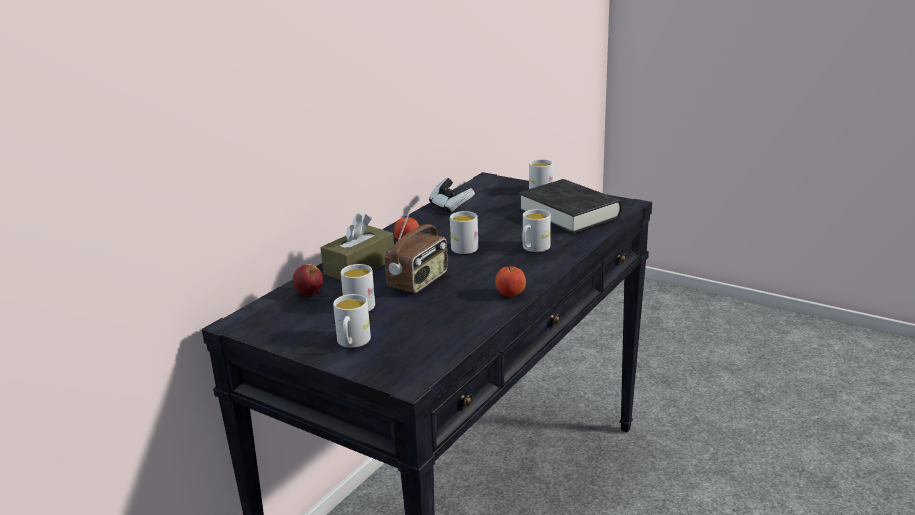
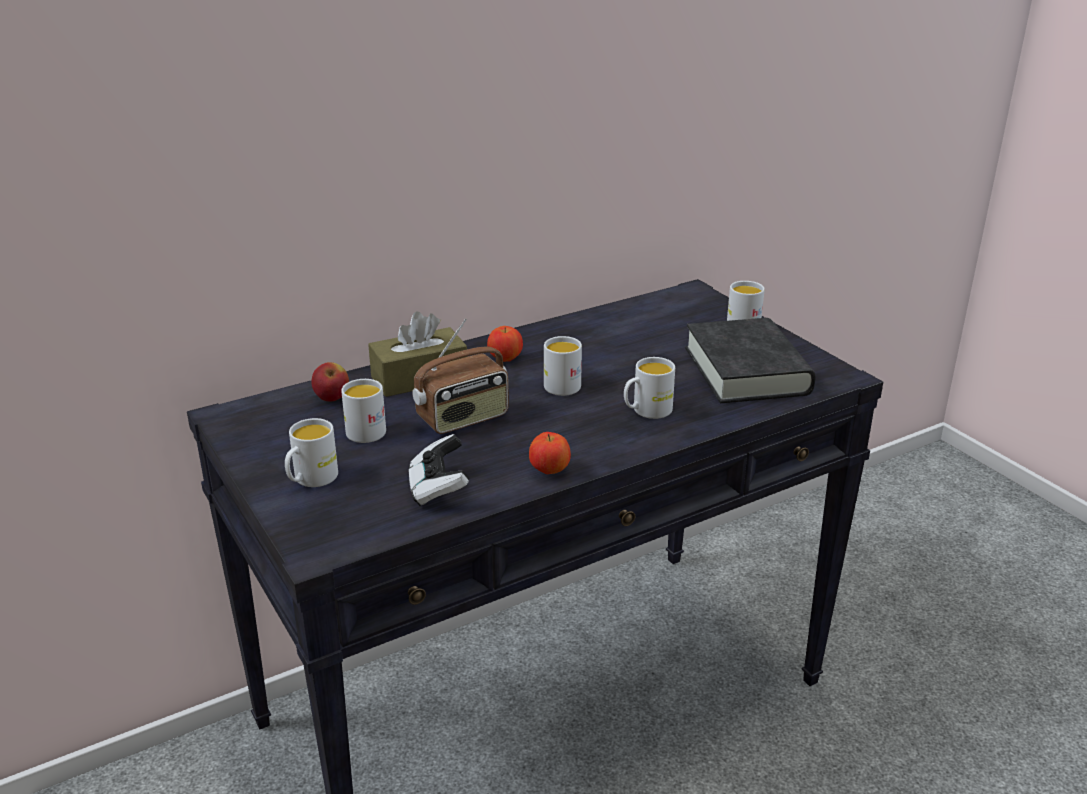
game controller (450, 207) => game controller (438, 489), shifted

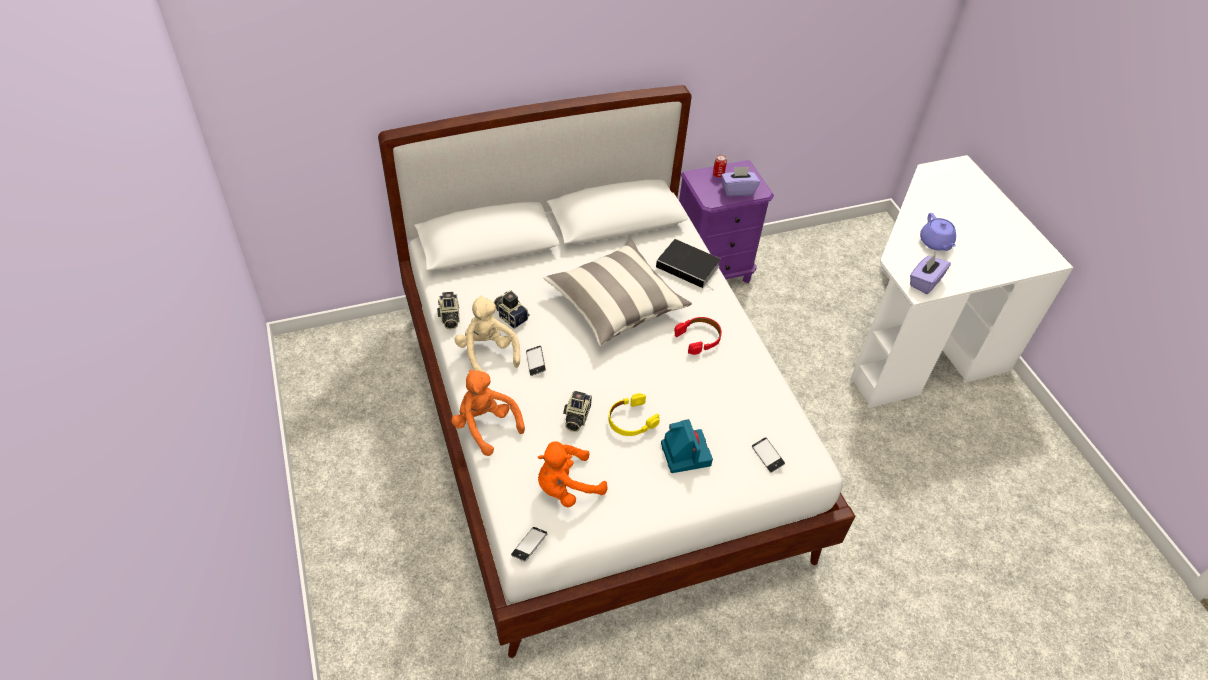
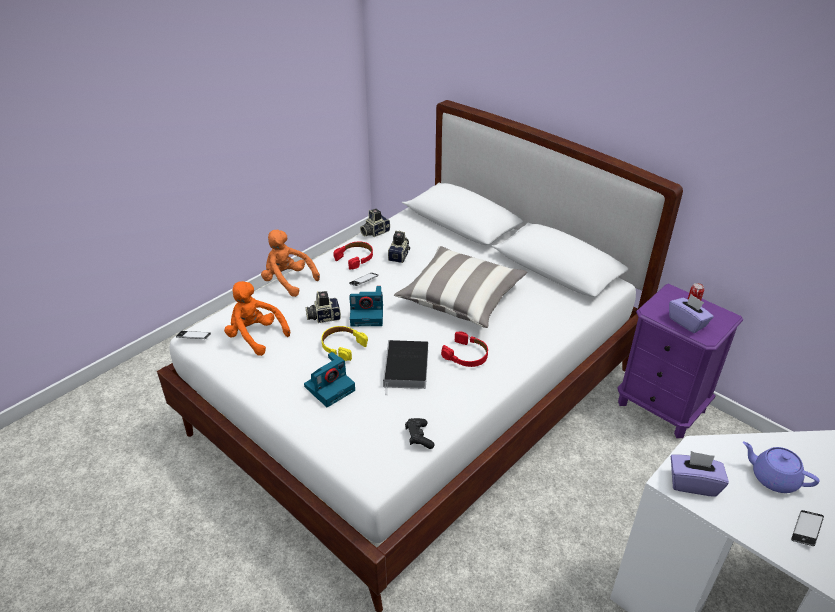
teapot/purple (935, 243) => teapot/purple (773, 478), 75 degrees clockwise
book (689, 267) => book (406, 369), shifted
plush toy/beige (487, 353) => headphones/red (355, 258)
plush toy/orange (485, 426) => plush toy/orange (288, 281), 75 degrees counterclockwise
phone (767, 456) => phone (806, 530), shifted
nothing => photo camera (368, 314)
nothing => game controller/black (419, 437)

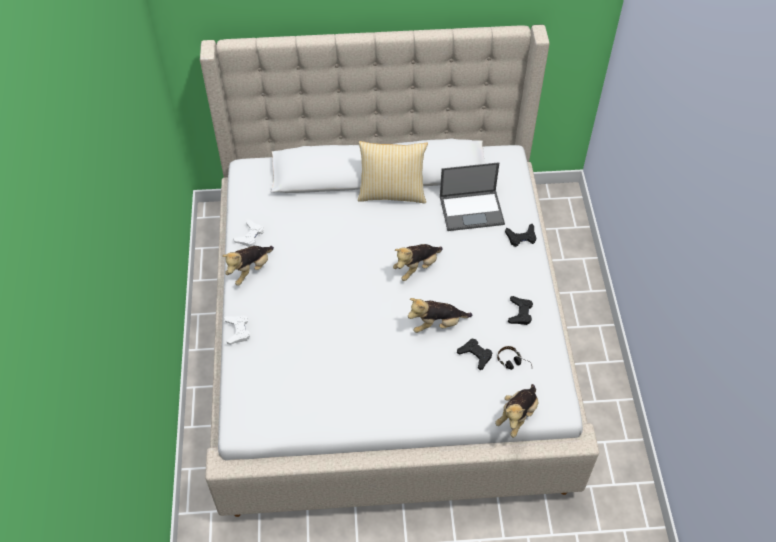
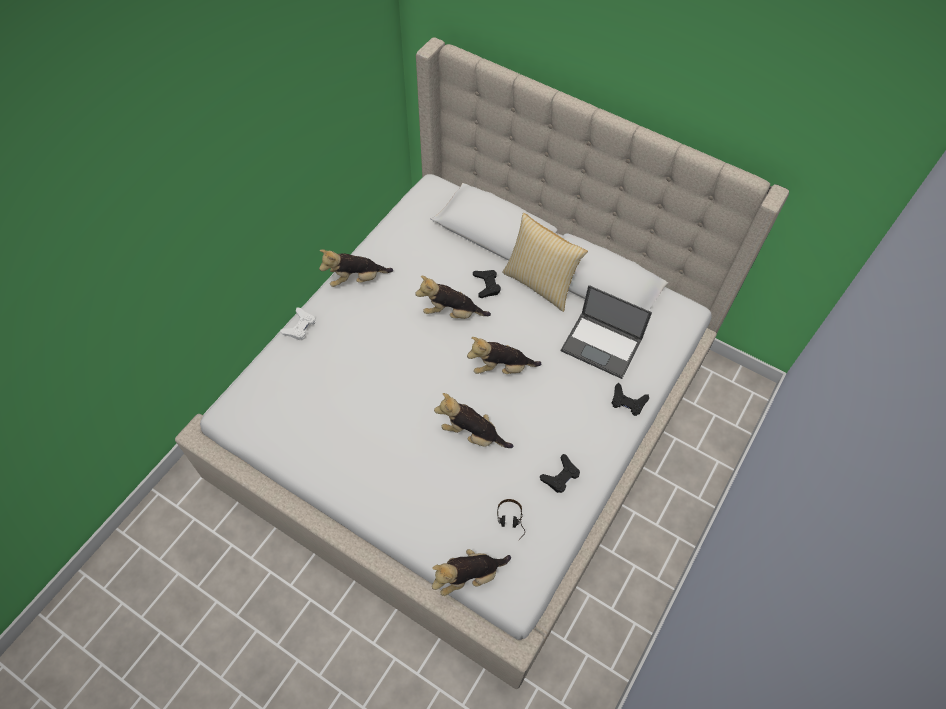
game controller/white (250, 236) => nothing
game controller/black (475, 355) => game controller/black (487, 285), shifted
nothing => plush toy (451, 313)

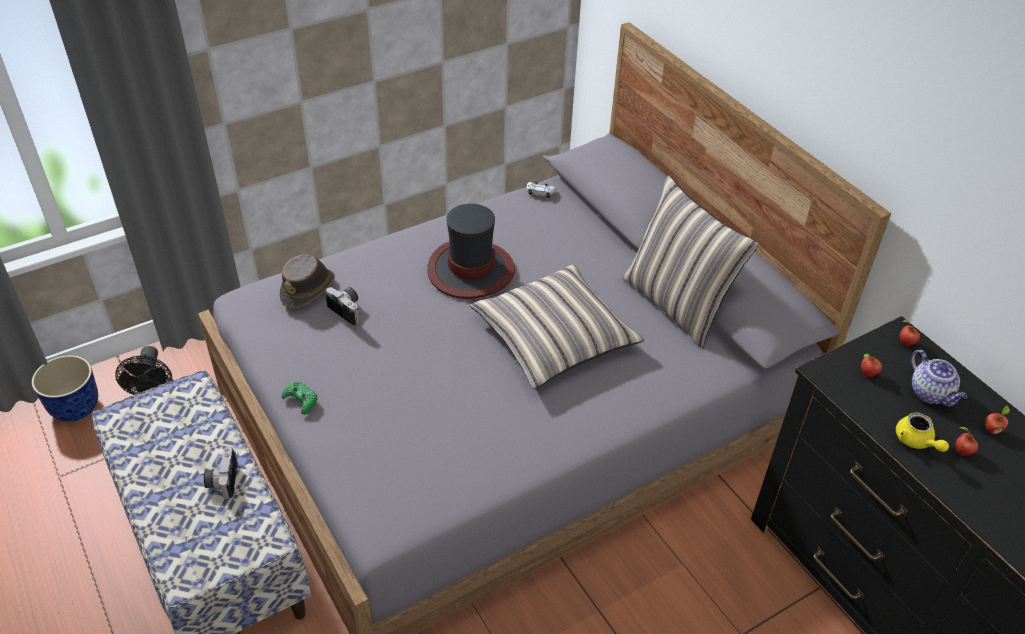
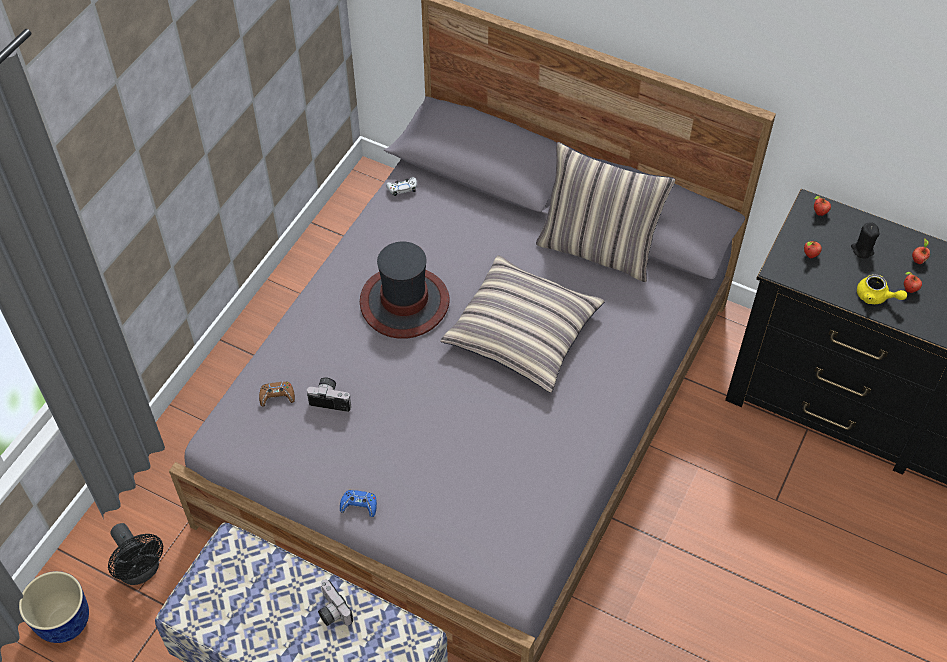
hat/brown (308, 289) => game controller/brown (277, 396)
teapot (931, 394) => candle/black (862, 250)
game controller/green (301, 400) => game controller/blue (359, 505)

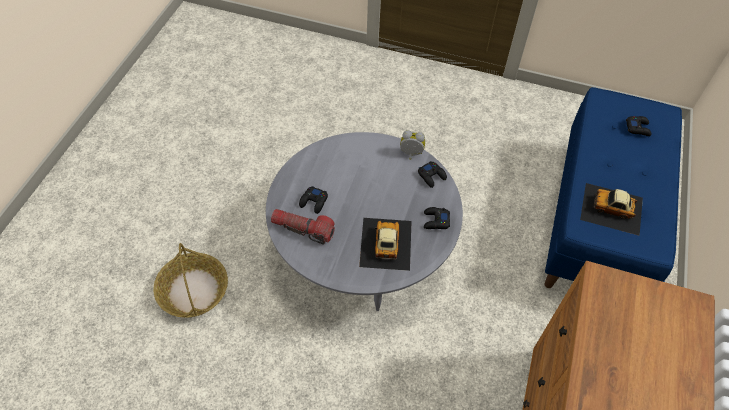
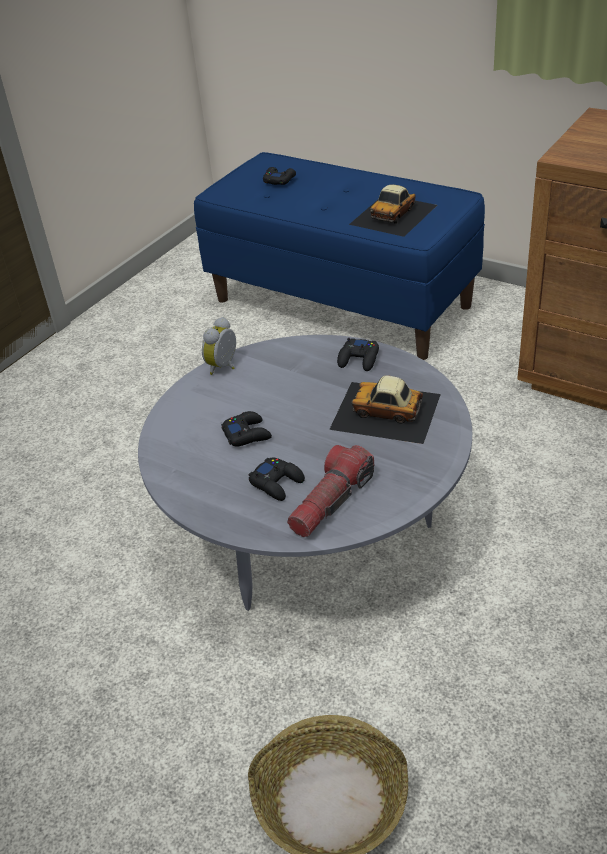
game controller/black (432, 176) => game controller/black (247, 434), shifted

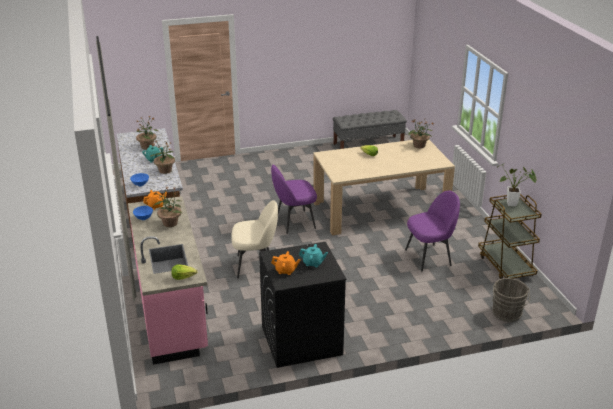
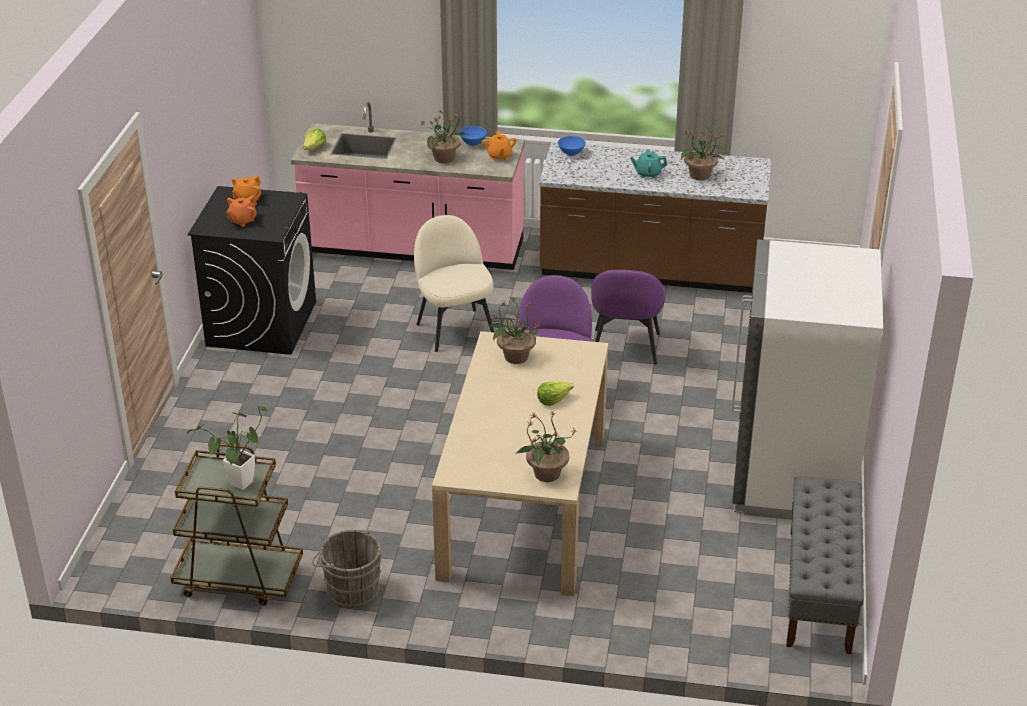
potted plant (165, 171) => potted plant (515, 357), shifted
chair/purple (429, 257) => chair/purple (625, 348), shifted
chair/beige (255, 266) => chair/beige (455, 329), 135 degrees clockwise
teapot/turquoise (313, 263) => teapot/orange (242, 221)
bucket/grey (507, 314) => bucket/grey (350, 590), shifted
nothing => fridge/white (792, 476)

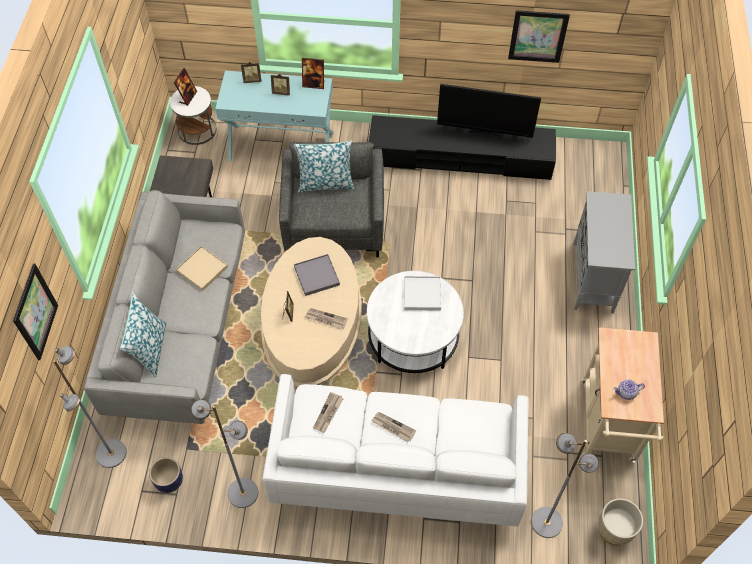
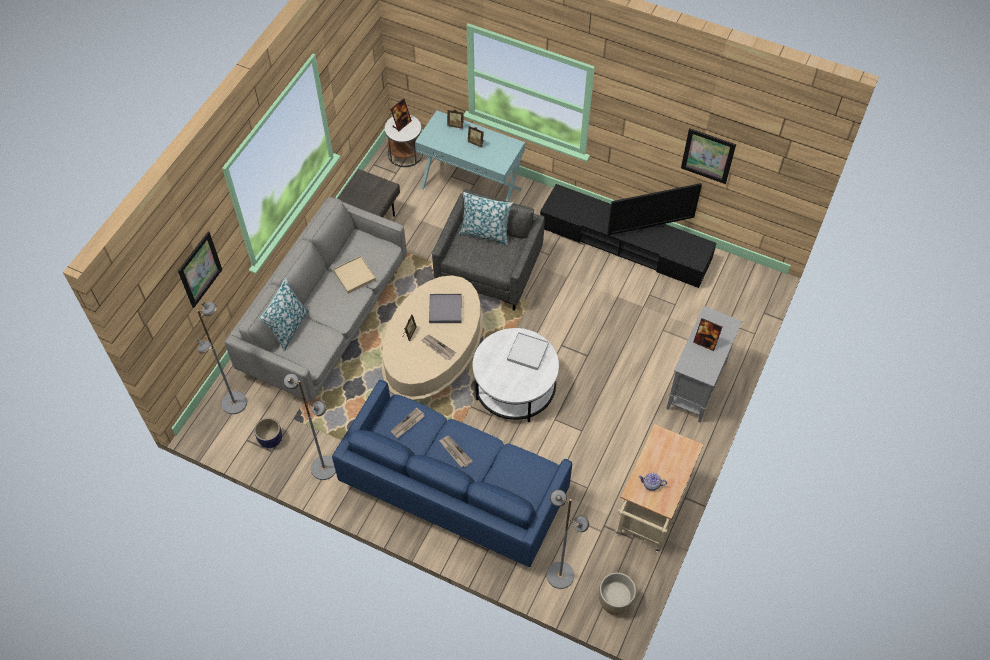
picture frame (313, 84) => picture frame (705, 342), shifted
television (484, 132) => television (649, 227), 45 degrees counterclockwise
sofa/white (396, 468) => sofa/blue (454, 490)

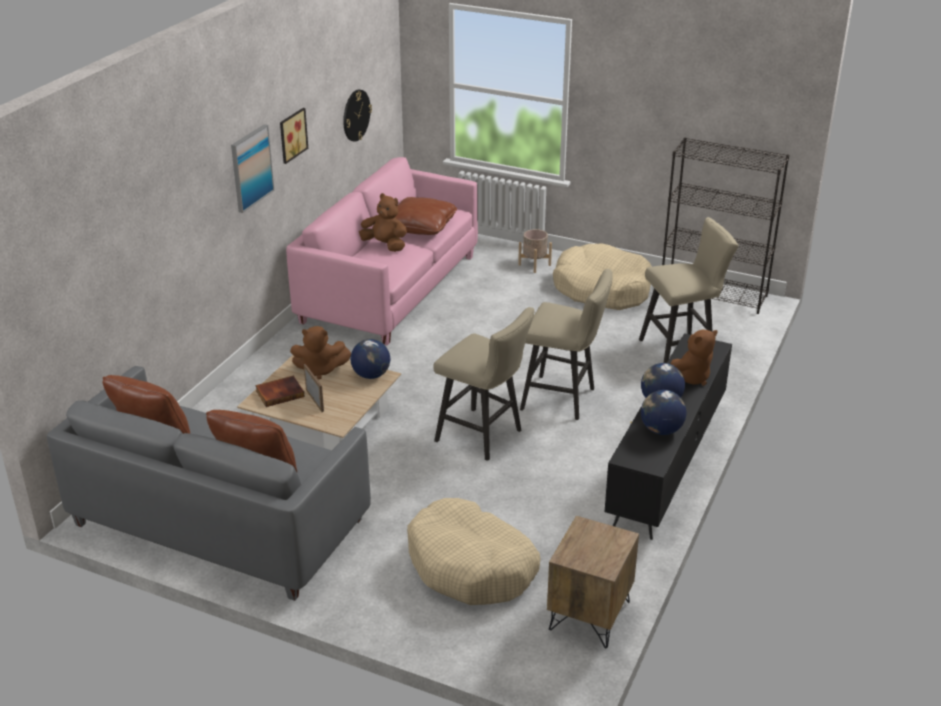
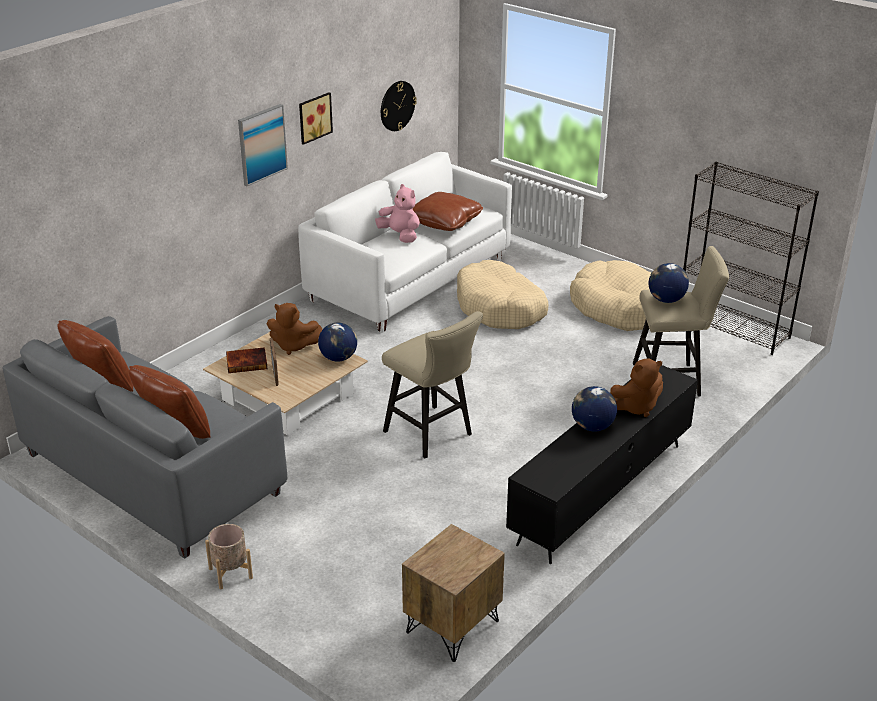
sofa/pink (390, 288) => sofa/white (410, 279)
plush toy/brown (384, 245) => plush toy/pink (400, 235)
planter/beige (534, 265) => planter/beige (230, 573), shifted
stool/beige (563, 399) => nothing
globe (661, 430) => globe (666, 300), shifted
dog bed/beige (471, 566) => dog bed/beige (500, 308), shifted

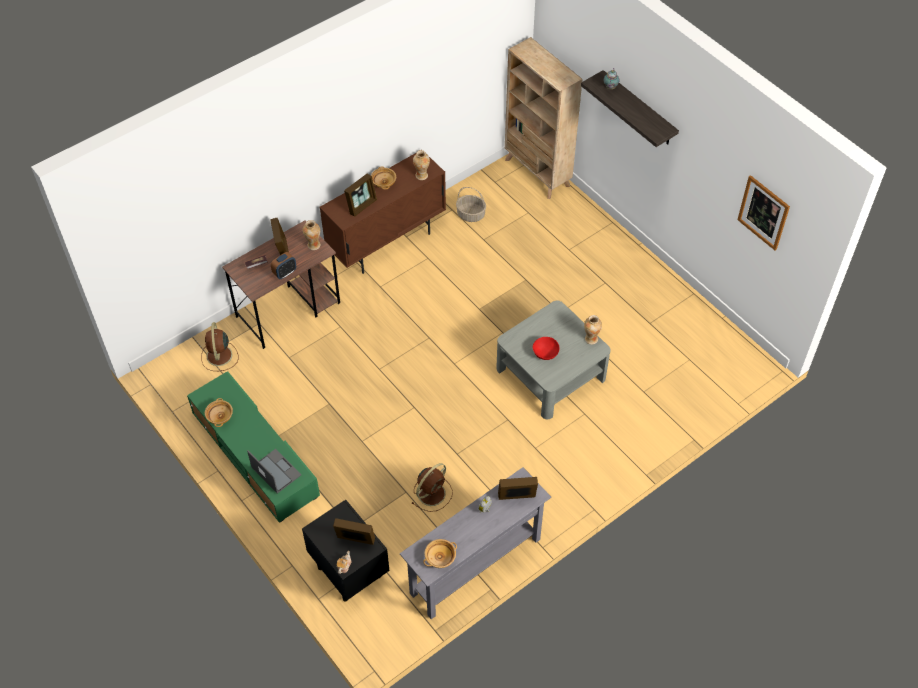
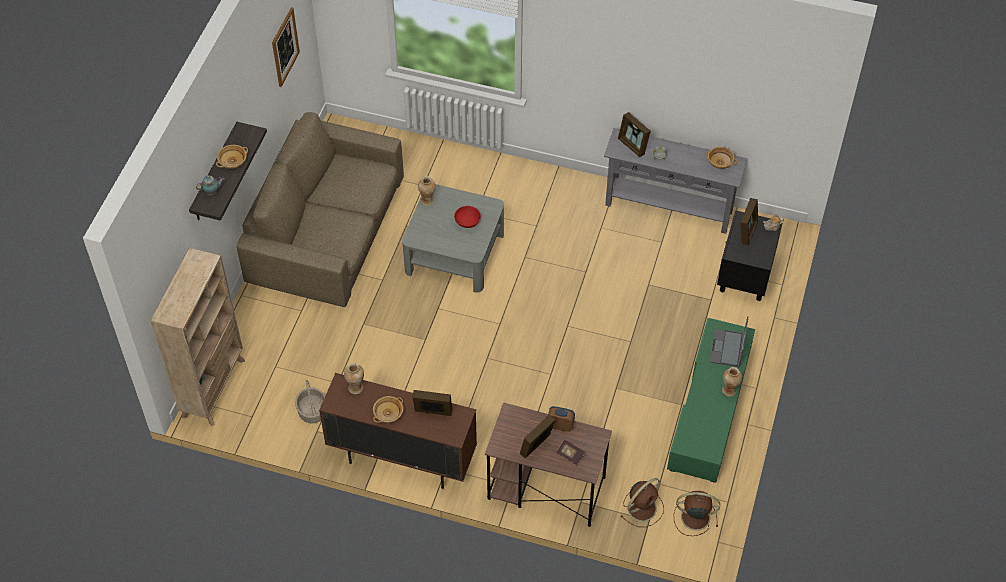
vase (313, 245) => vase (729, 390), shifted
bowl/beige (219, 416) => bowl/beige (232, 162), shifted
fan/brown (432, 493) => fan/brown (694, 517), shifted
picture frame (355, 540) => picture frame (747, 232), 135 degrees counterclockwise
nothing => sofa/brown (327, 230)

